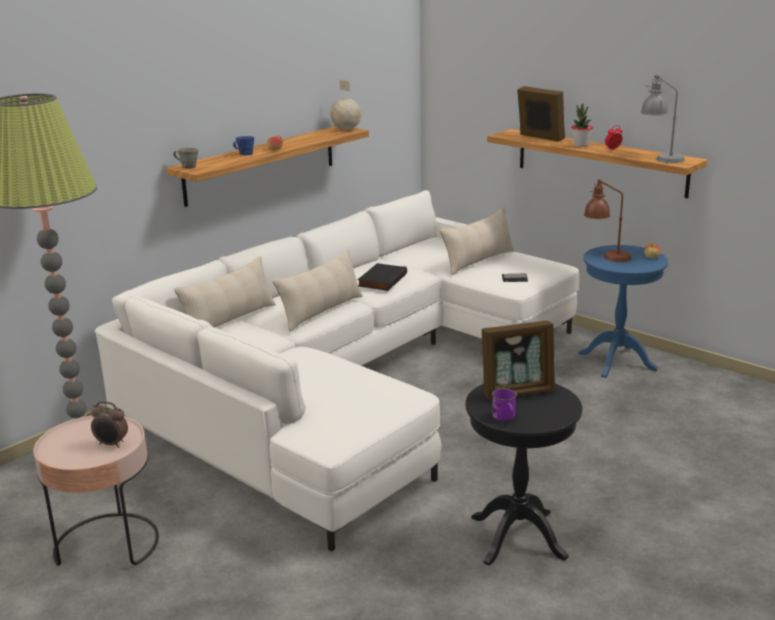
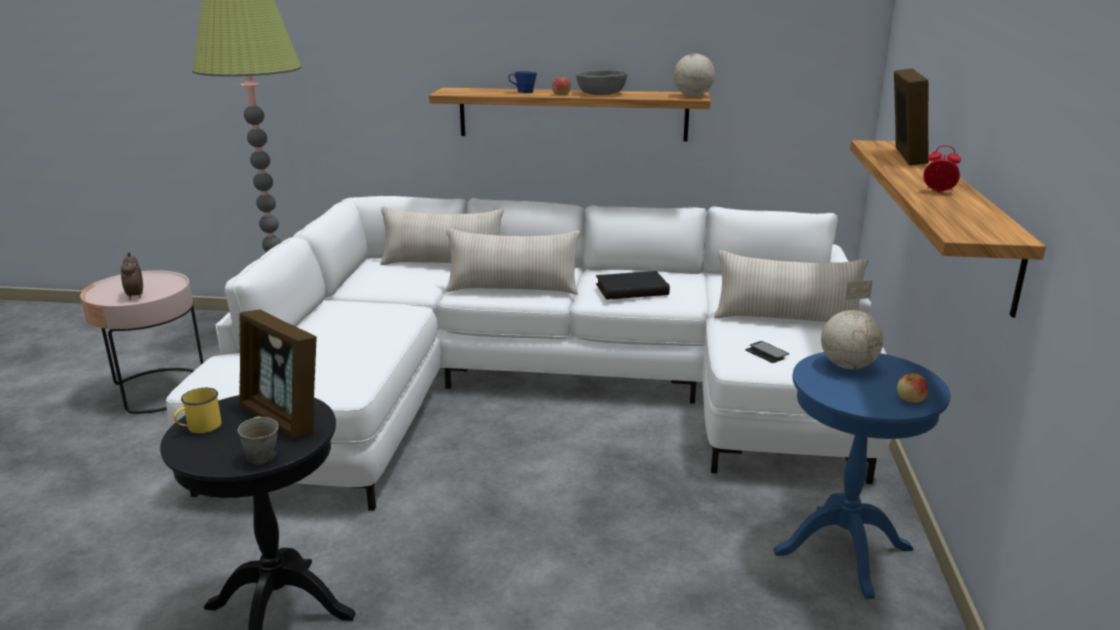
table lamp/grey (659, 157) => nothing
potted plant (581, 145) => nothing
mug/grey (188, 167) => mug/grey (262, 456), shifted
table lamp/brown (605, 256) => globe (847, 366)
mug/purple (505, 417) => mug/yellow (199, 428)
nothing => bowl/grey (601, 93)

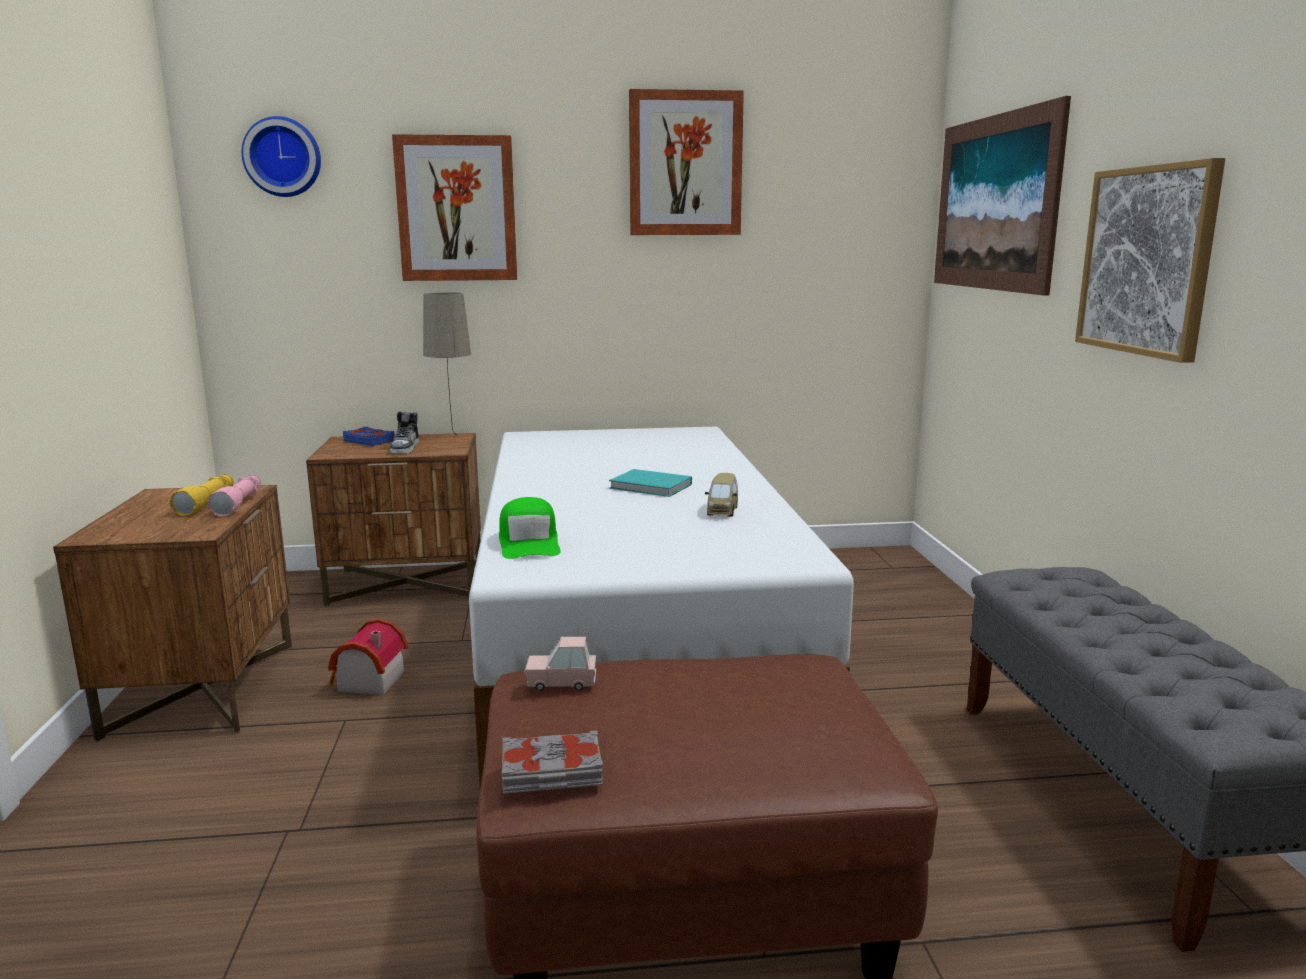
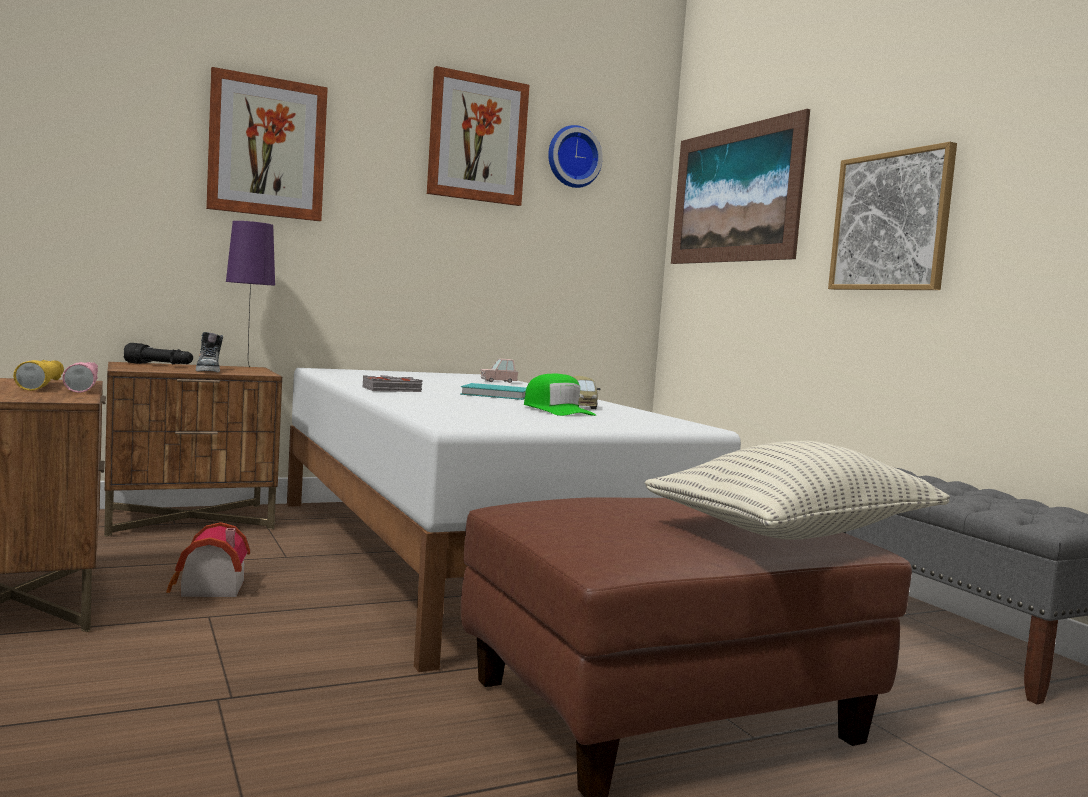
wall clock (283, 157) => wall clock (573, 157), shifted
table lamp/beige (452, 438) => table lamp/purple (247, 368)
book/blue (369, 441) => flashlight/black (159, 365)
cap/green (529, 542) => cap/green (557, 410), shifted
toy car/pink (561, 683) => toy car/pink (498, 381), shifted
book/grey (552, 772) => book/grey (392, 390), shifted
nothing => pillow (796, 534)

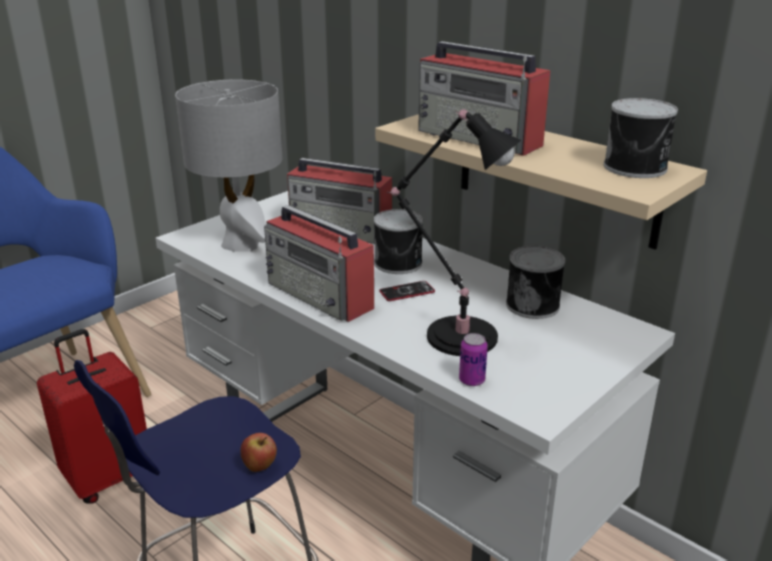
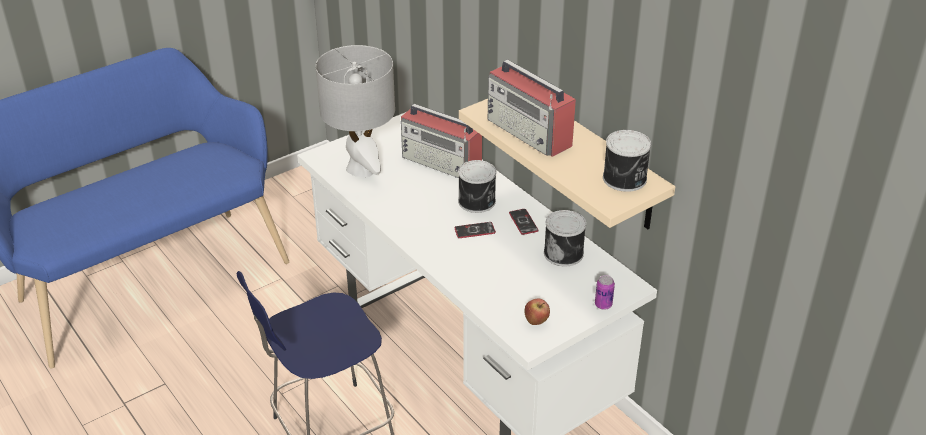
table lamp/black (456, 335) => nothing
radio (321, 296) => nothing
suitcase/red (108, 477) => nothing
can (472, 380) => can (603, 305), shifted
apple (260, 466) => apple (536, 321), shifted
nothing => phone (523, 222)

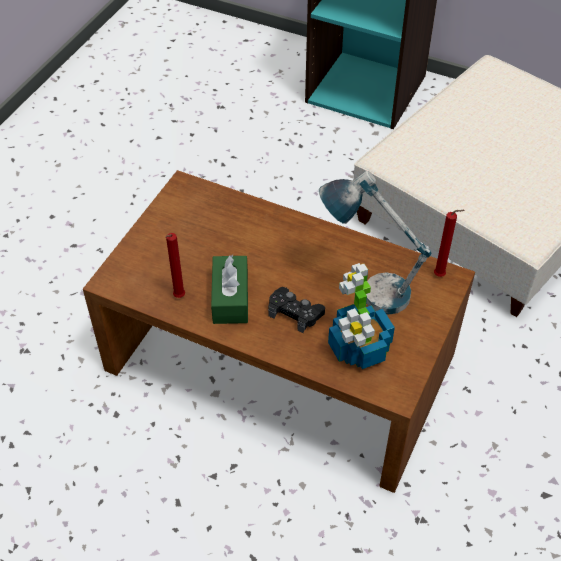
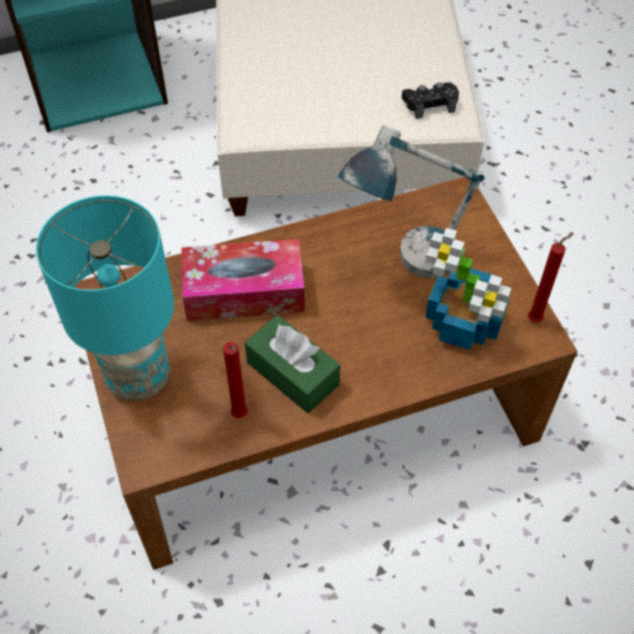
candle/red (441, 276) => candle/red (536, 319), shifted
game controller/black (295, 313) => game controller/black (430, 104), shifted
nothing => table lamp/turquoise (139, 376)
nothing => tissue box (244, 291)

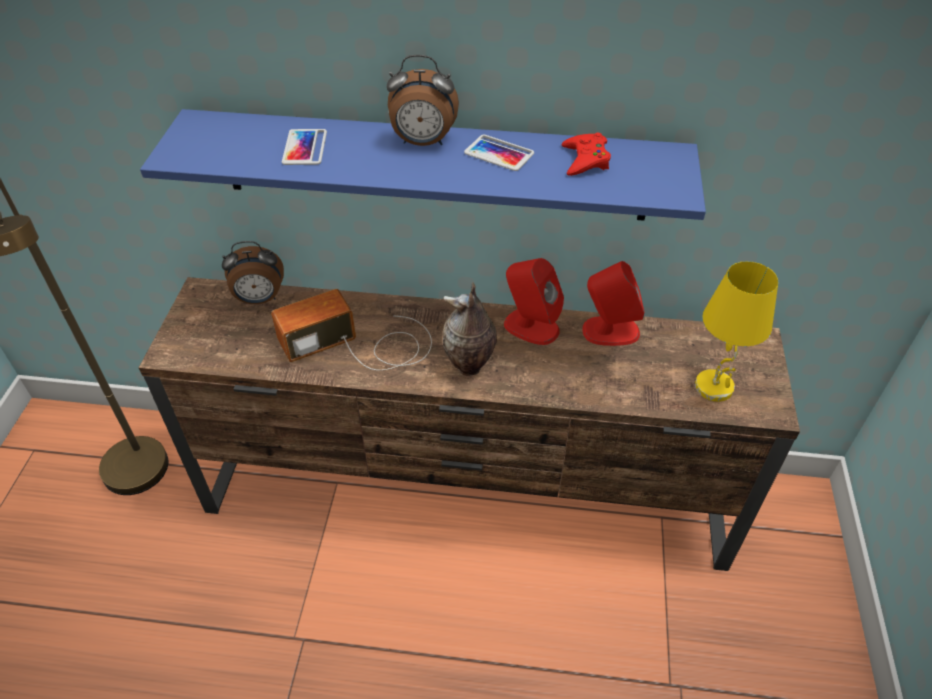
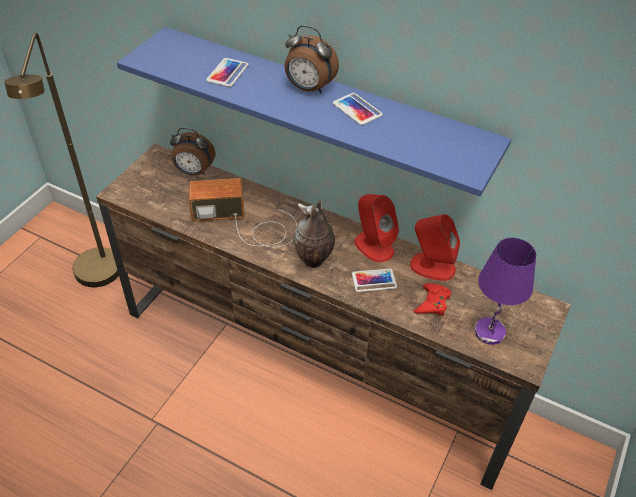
game controller/red (585, 160) => game controller/red (432, 303), shifted
table lamp/yellow (715, 387) => table lamp/purple (490, 333)
nothing => phone (374, 280)

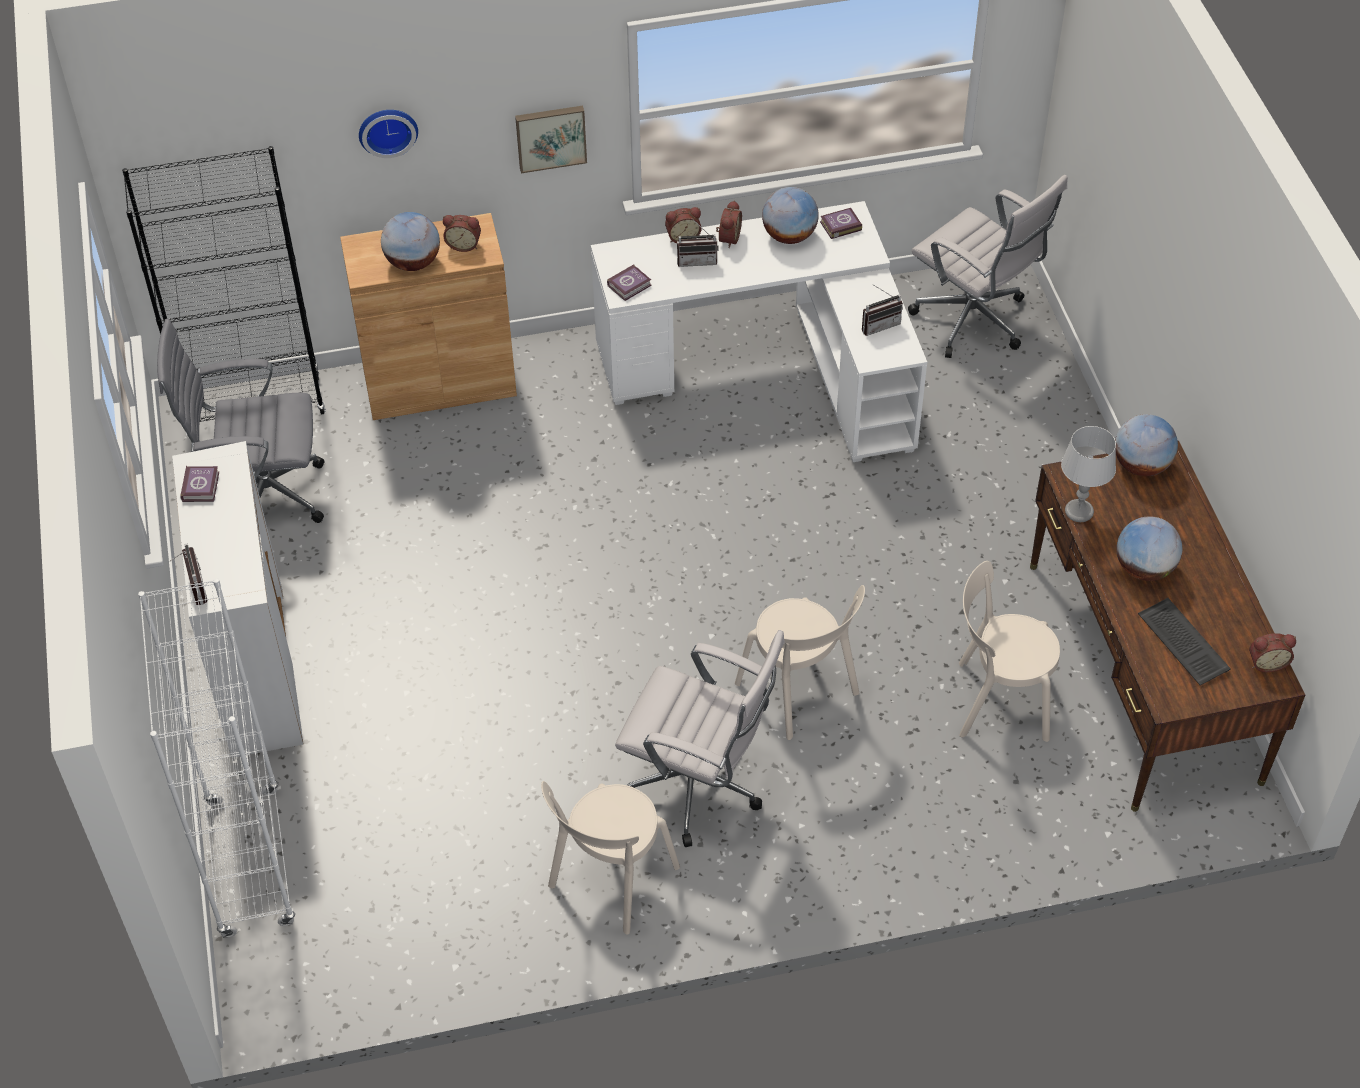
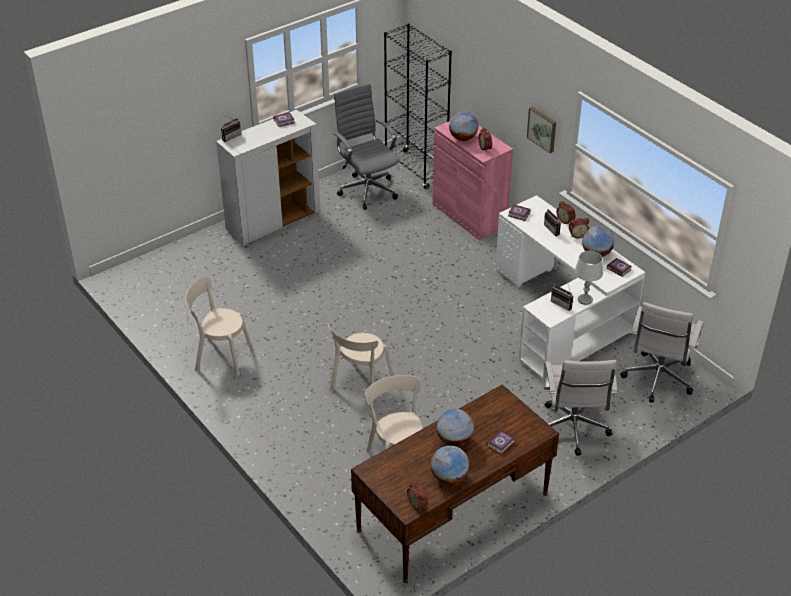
wall clock (387, 130) => nothing
cabinet/brown (439, 382) => cabinet/pink (469, 215)
globe (1141, 465) => globe (449, 477), shifted
table lamp/grey (1079, 511) => table lamp/grey (585, 300), shifted
bookcase/white (250, 862) => nothing
keyboard (1181, 642) => nothing
office chair/white (700, 788) => office chair/white (572, 430), shifted
nothing => book (501, 443)

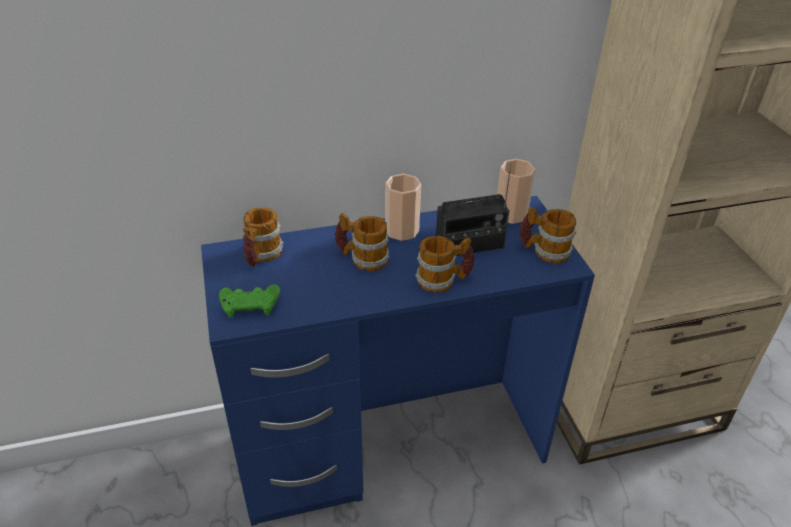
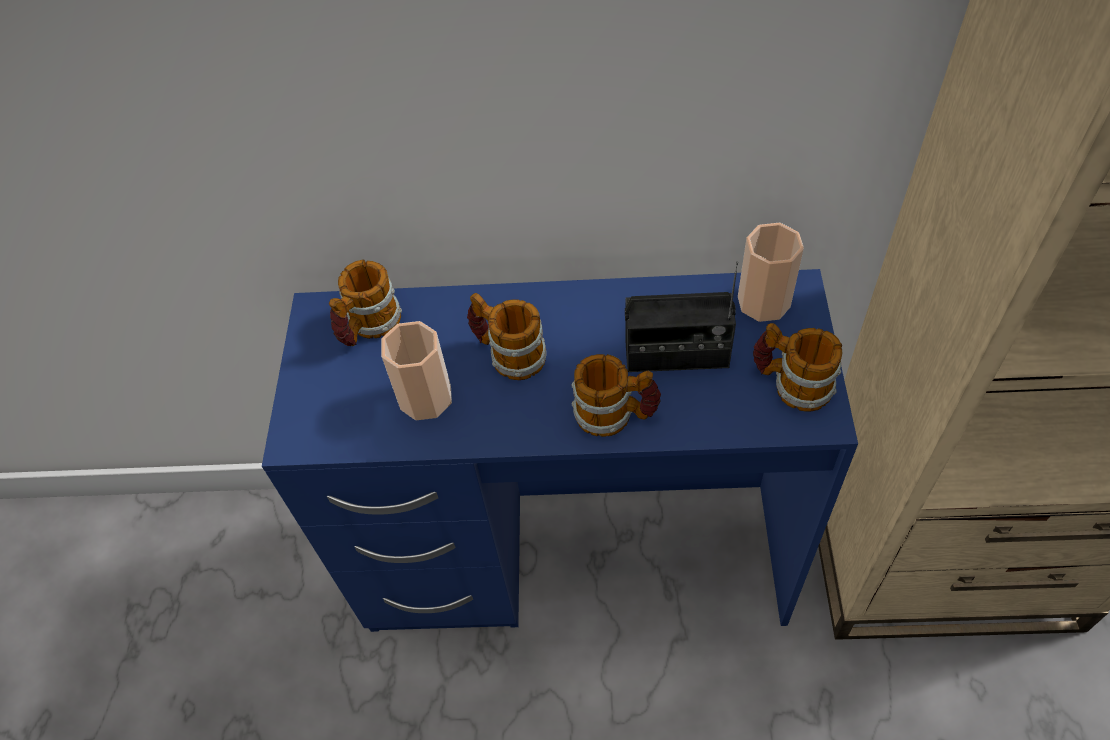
cup (402, 230) => cup (425, 398), shifted
game controller/green (250, 305) => nothing

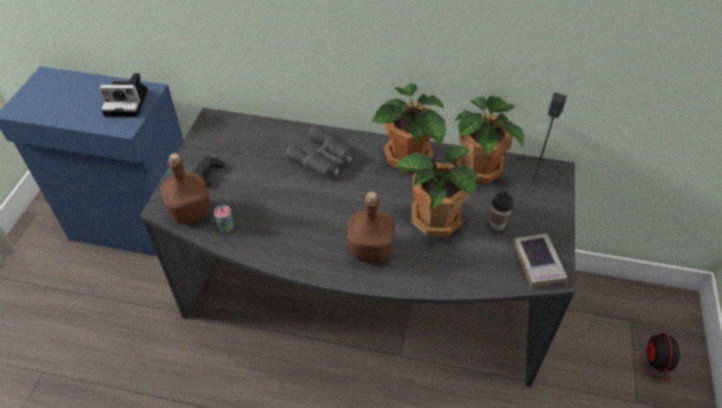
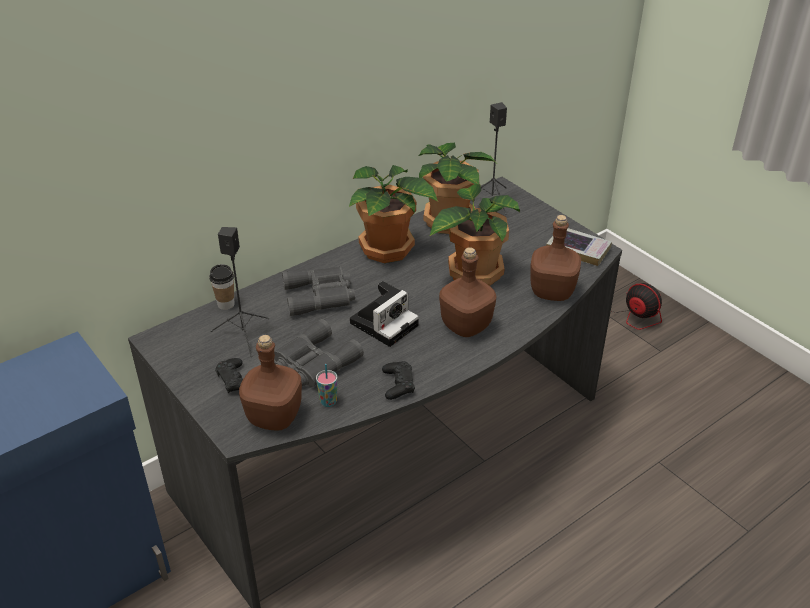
photo camera (128, 102) => photo camera (385, 322), shifted
cup (497, 224) => cup (226, 304), shifted
nothing => bottle/brown (553, 292)
nothing => speaker/black (244, 334)
nothing => binoculars/grey (313, 363)
nothing => game controller/black (398, 384)

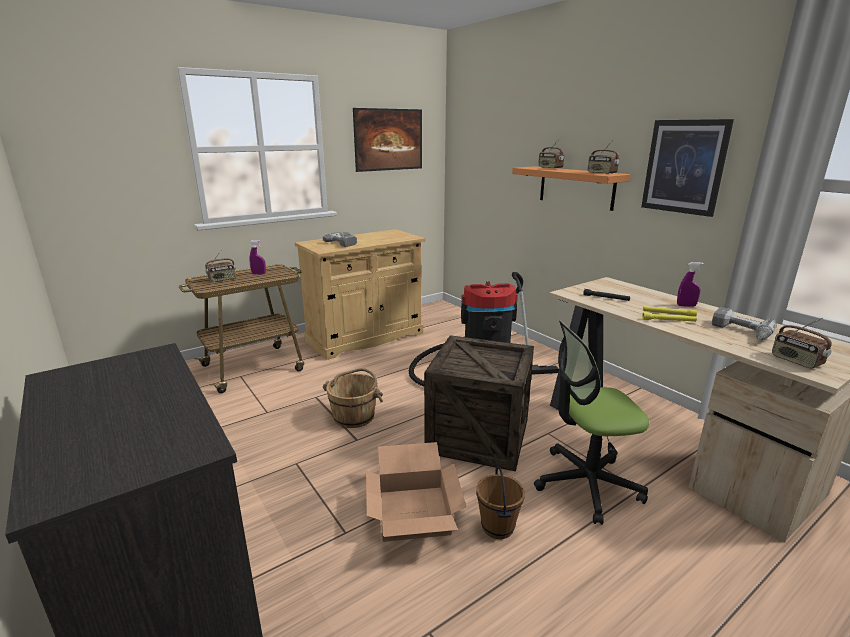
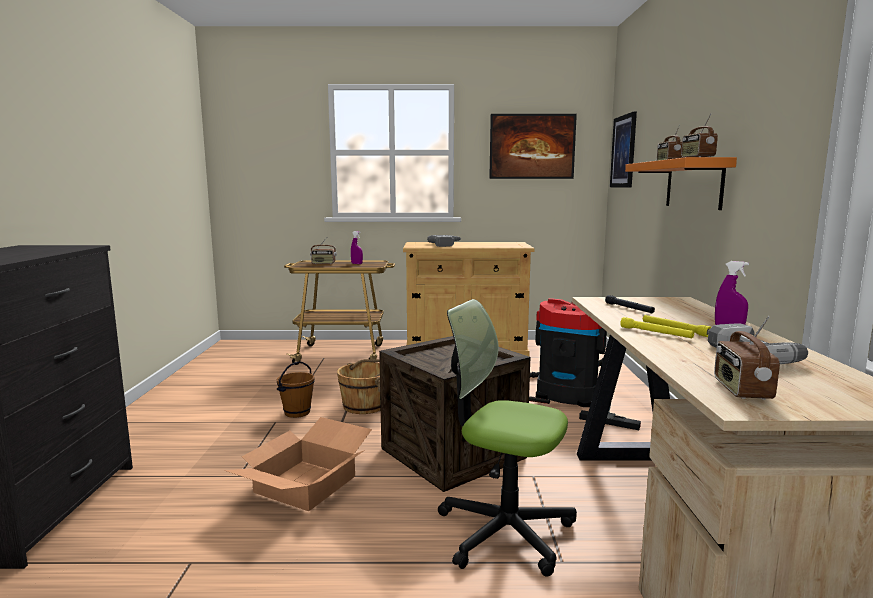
picture (684, 167) => picture (623, 151), shifted
bucket/brown (497, 527) => bucket/brown (297, 412), shifted

